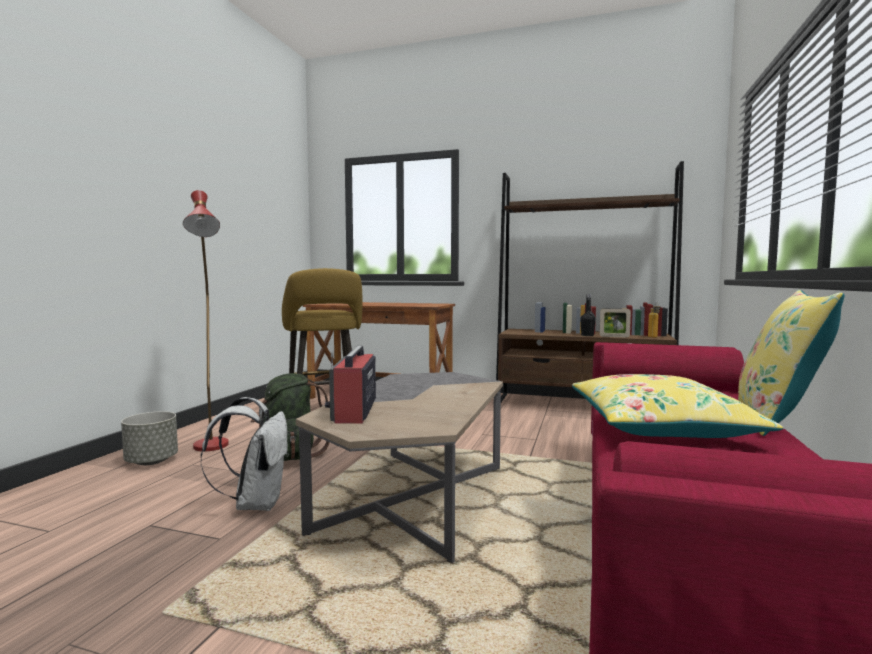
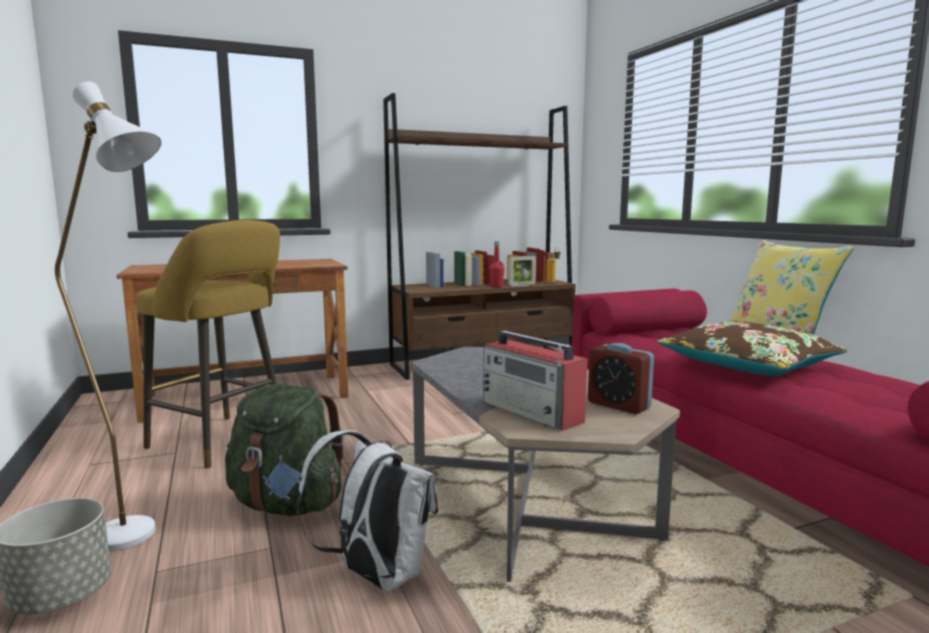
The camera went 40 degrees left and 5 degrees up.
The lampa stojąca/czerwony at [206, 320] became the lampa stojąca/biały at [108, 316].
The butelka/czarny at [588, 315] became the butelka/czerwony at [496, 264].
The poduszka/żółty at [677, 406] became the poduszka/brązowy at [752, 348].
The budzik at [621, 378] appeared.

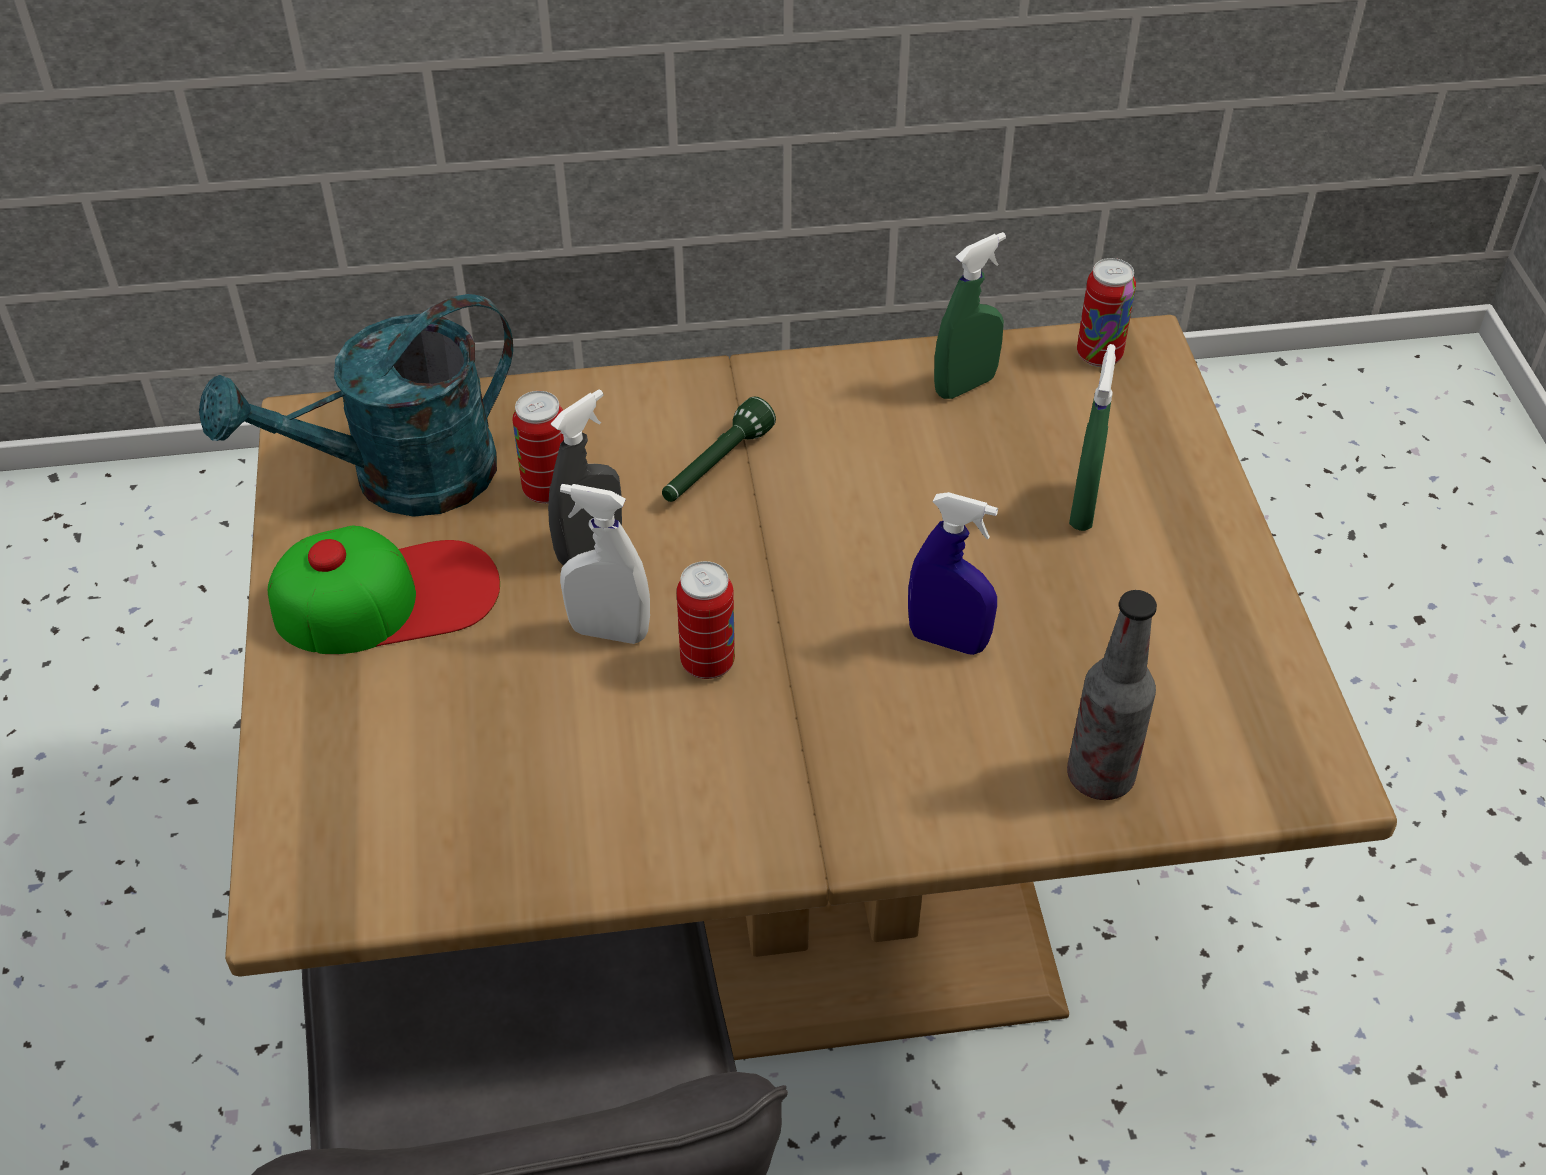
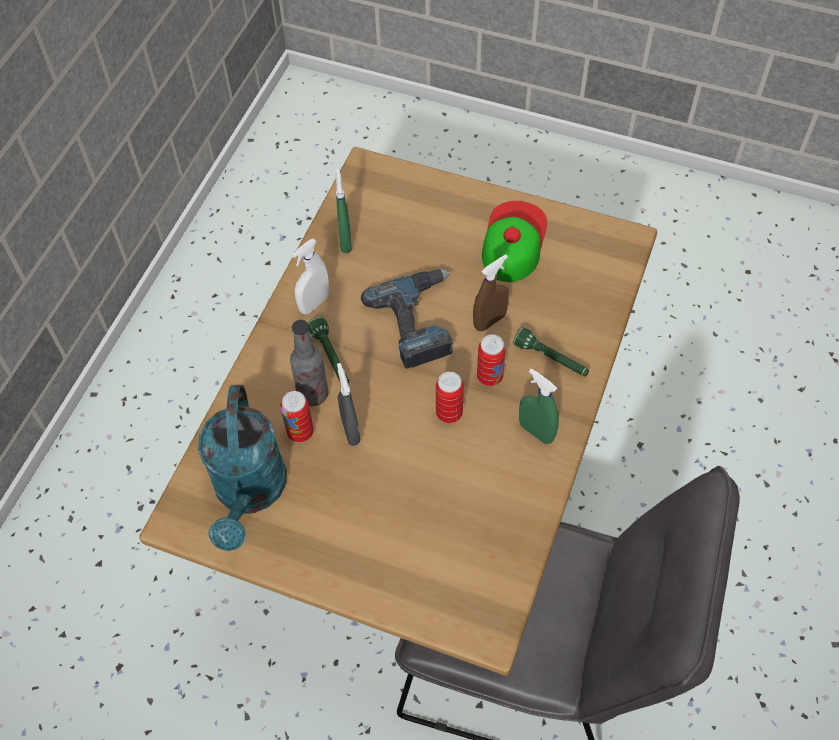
The camera went 60 degrees left and 10 degrees up.
The puszka moved from [1106, 312] to [491, 361].
The spryskiwacz/zielony moved from [1092, 437] to [539, 406].
The spryskiwacz/biały moved from [605, 564] to [310, 276].
The spryskiwacz/niebieski at [953, 573] became the spryskiwacz/brązowy at [491, 292].
The czapka z daszkiem moved from [384, 589] to [514, 241].
The butelka moved from [1112, 695] to [309, 363].
The wiertarka at [407, 319] appeared.
The latarka/zielony at [551, 352] appeared.

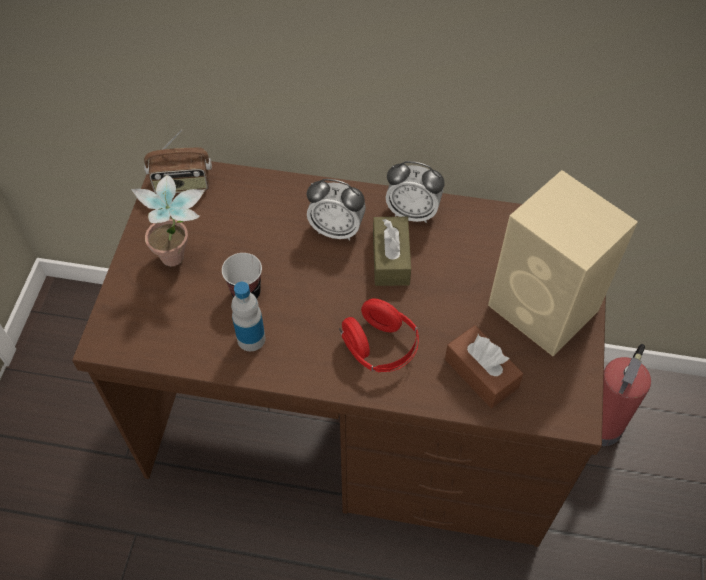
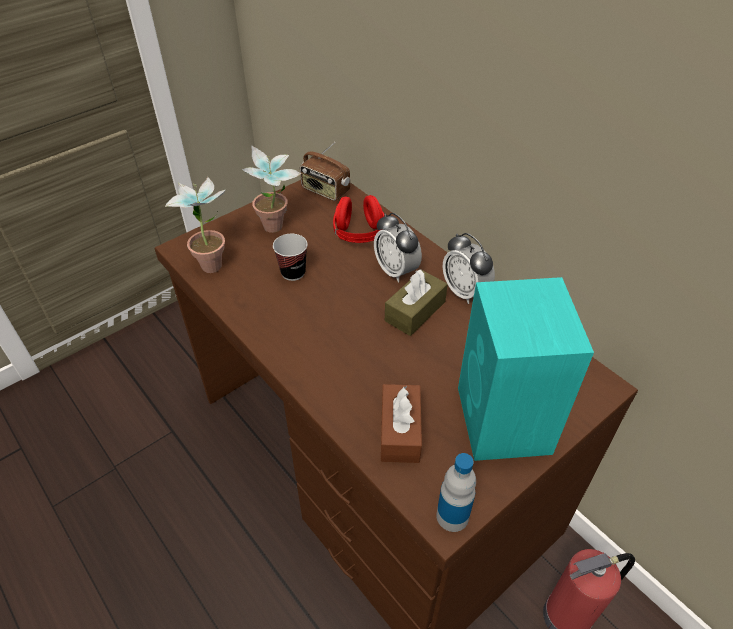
The camera went 40 degrees right and 10 degrees down.
The głośnik/beżowy at [563, 263] became the głośnik/turkusowy at [526, 369].
The butelka moved from [248, 316] to [456, 492].
The słuchawki/czerwony moved from [379, 335] to [358, 219].
The roślina doniczkowa at [195, 225] appeared.

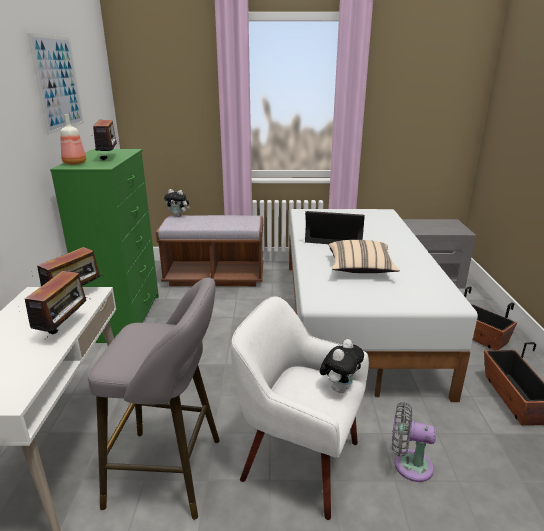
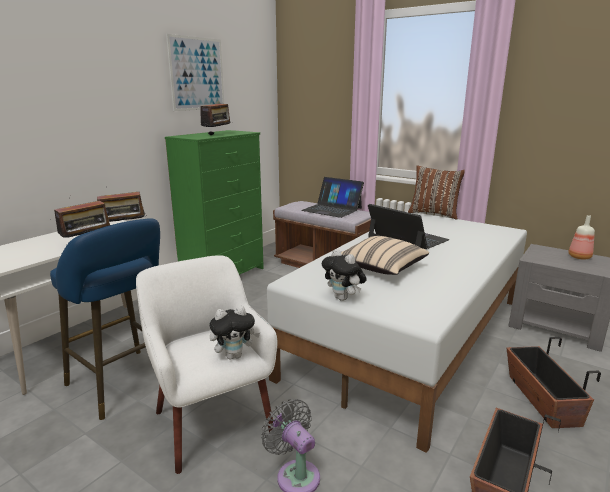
The camera went 35 degrees right and 5 degrees down.
The butelka moved from [73, 139] to [582, 237].
The pluszak moved from [177, 203] to [344, 275].
The stołek/szary at [154, 399] became the stołek/niebieski at [105, 319].
The poduszka/brązowy at [436, 192] appeared.
The laptop at [332, 197] appeared.

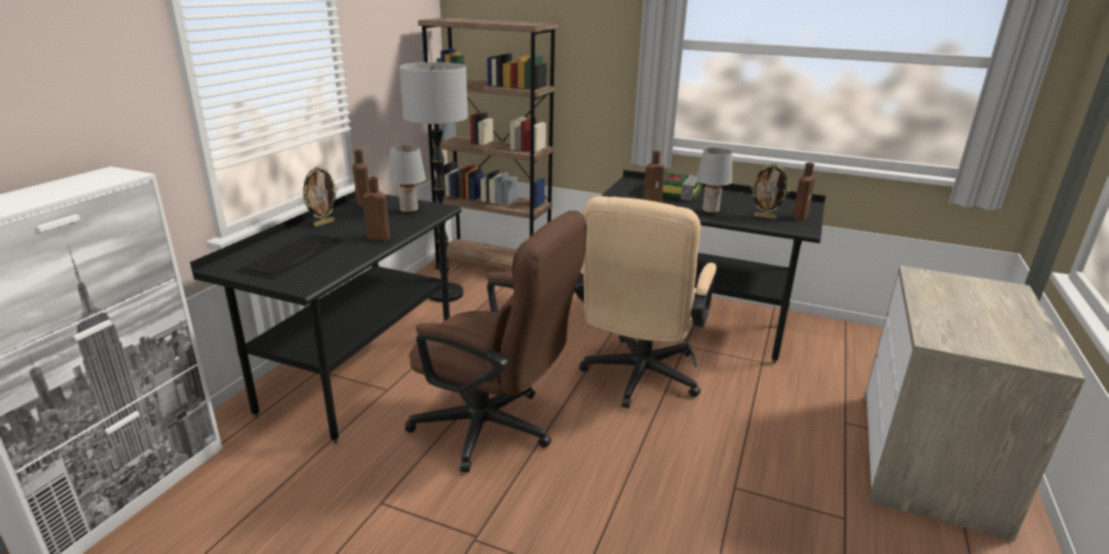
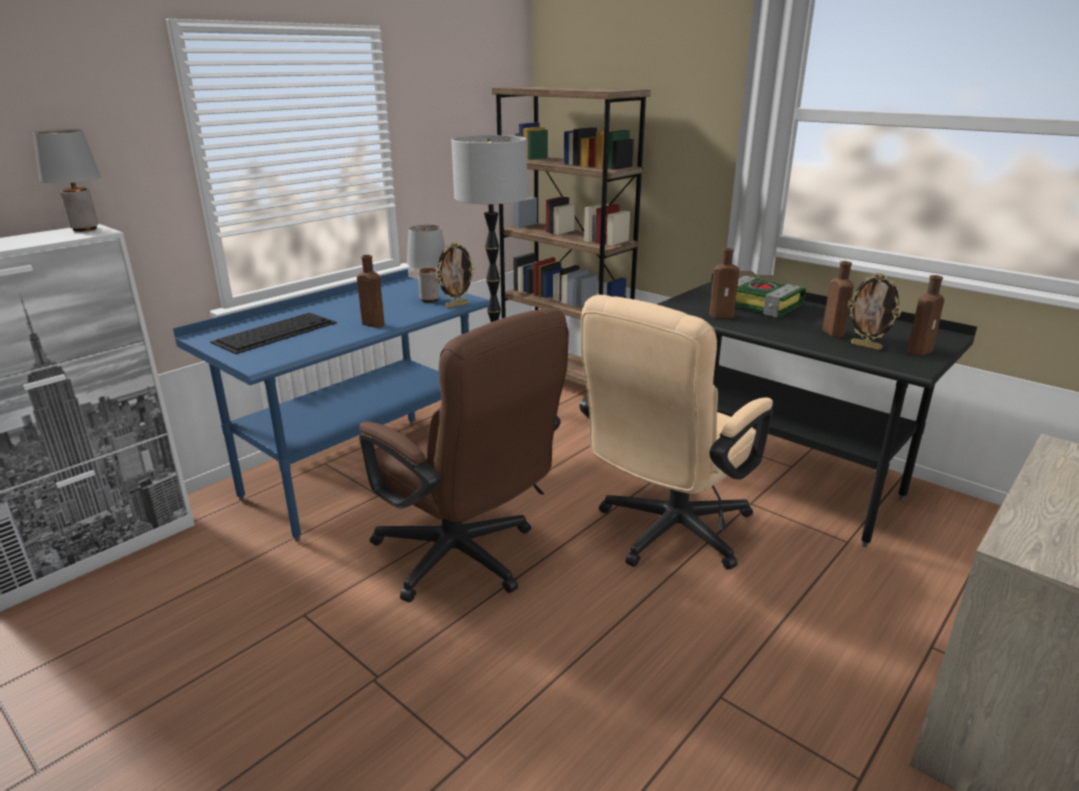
The camera went 20 degrees right and 0 degrees up.
The lampa stołowa/szary moved from [714, 181] to [67, 181].
The butelka/brązowy moved from [361, 178] to [838, 299].
The ramka na zdjęcie moved from [320, 196] to [455, 274].
The biurko/czarny at [326, 317] became the biurko/niebieski at [331, 405].

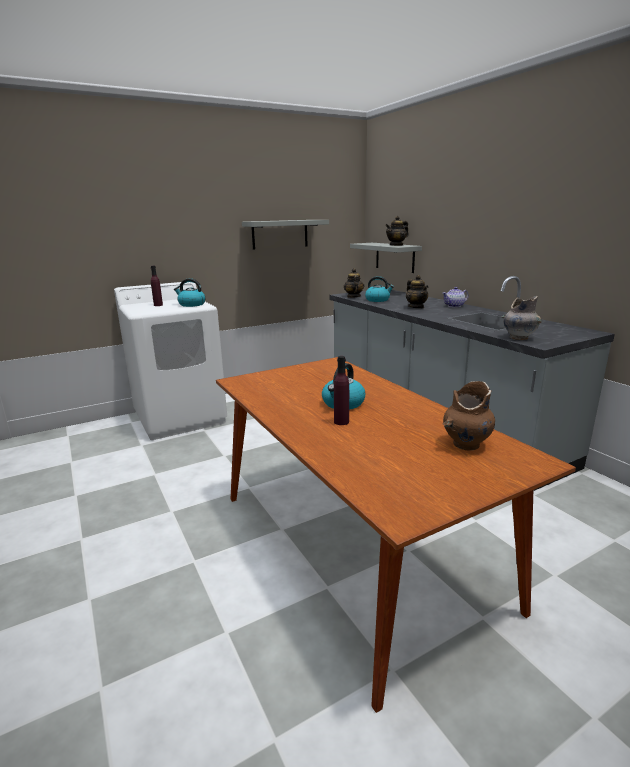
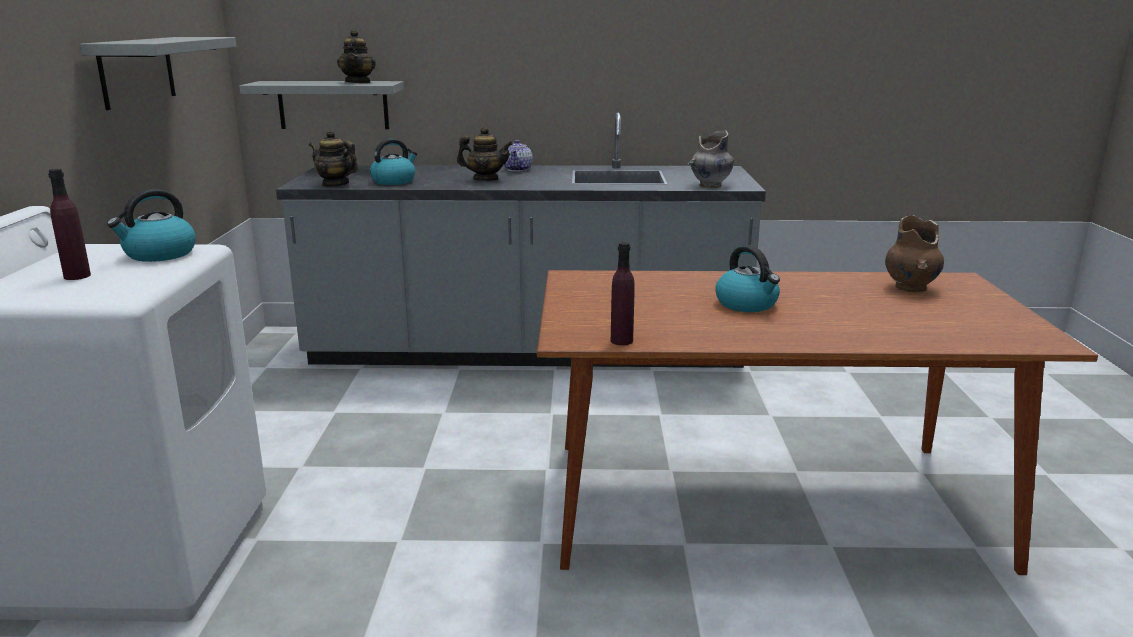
The camera went 60 degrees left and 0 degrees up.
The butelka/fioletowy moved from [341, 390] to [623, 293].

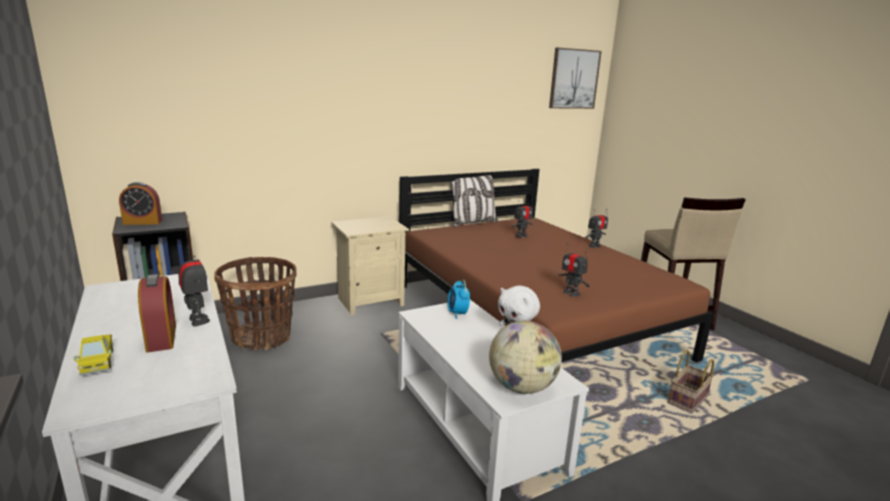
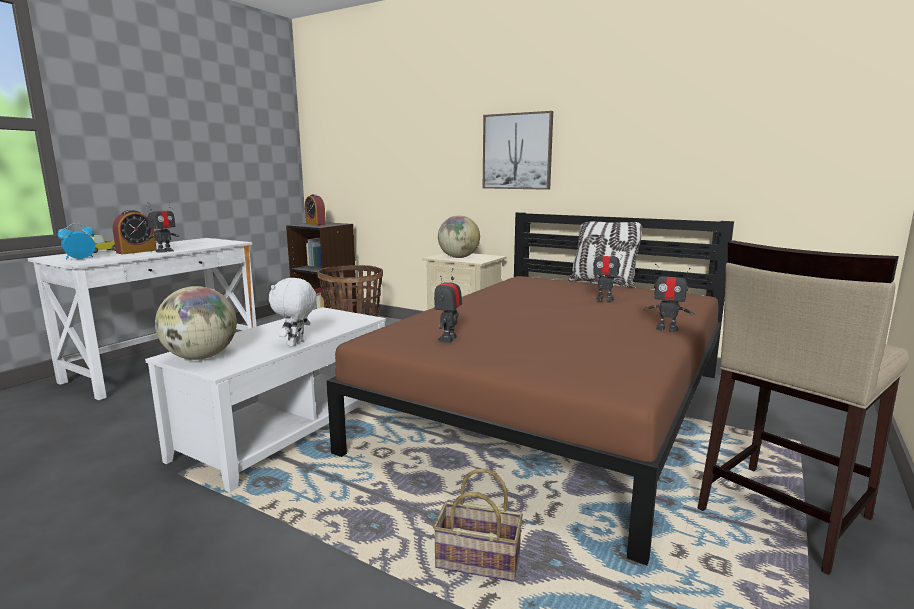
The camera went 60 degrees right and 5 degrees down.
The obraz moved from [575, 78] to [518, 150].
The budzik moved from [458, 299] to [76, 241].
The globus at [459, 236] appeared.

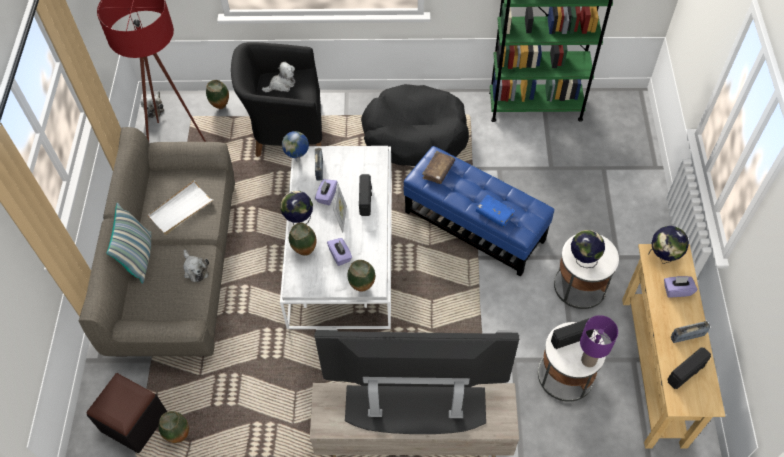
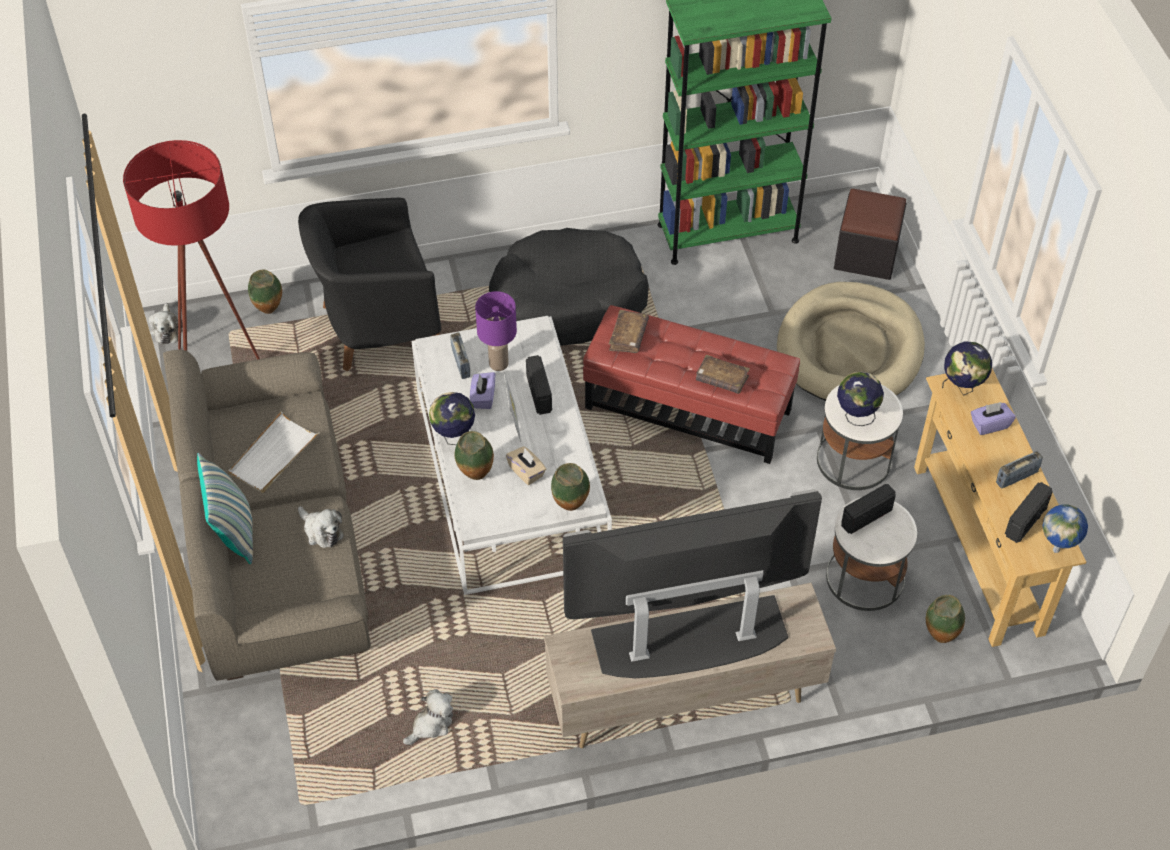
The camera went 15 degrees left and 5 degrees down.
The pluszak moved from [278, 77] to [428, 717].
The globus moved from [295, 146] to [1065, 528].
The pufa/niebieski at [478, 211] became the pufa/czerwony at [691, 384].
The książka/niebieski at [495, 211] became the książka/brązowy at [723, 374].
The pudełko chusteczek/fioletowy at [339, 252] became the pudełko chusteczek/beżowy at [526, 465].
The lampa stołowa/fioletowy moved from [599, 341] to [496, 331].
The pufa/czarny moved from [126, 413] to [870, 234].
The wazon moved from [173, 427] to [945, 619].
The legowisko/beżowy at [851, 341] appeared.

